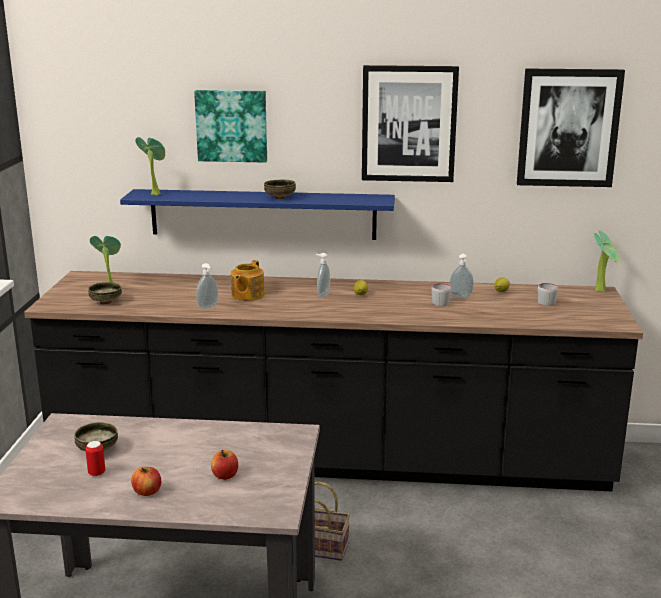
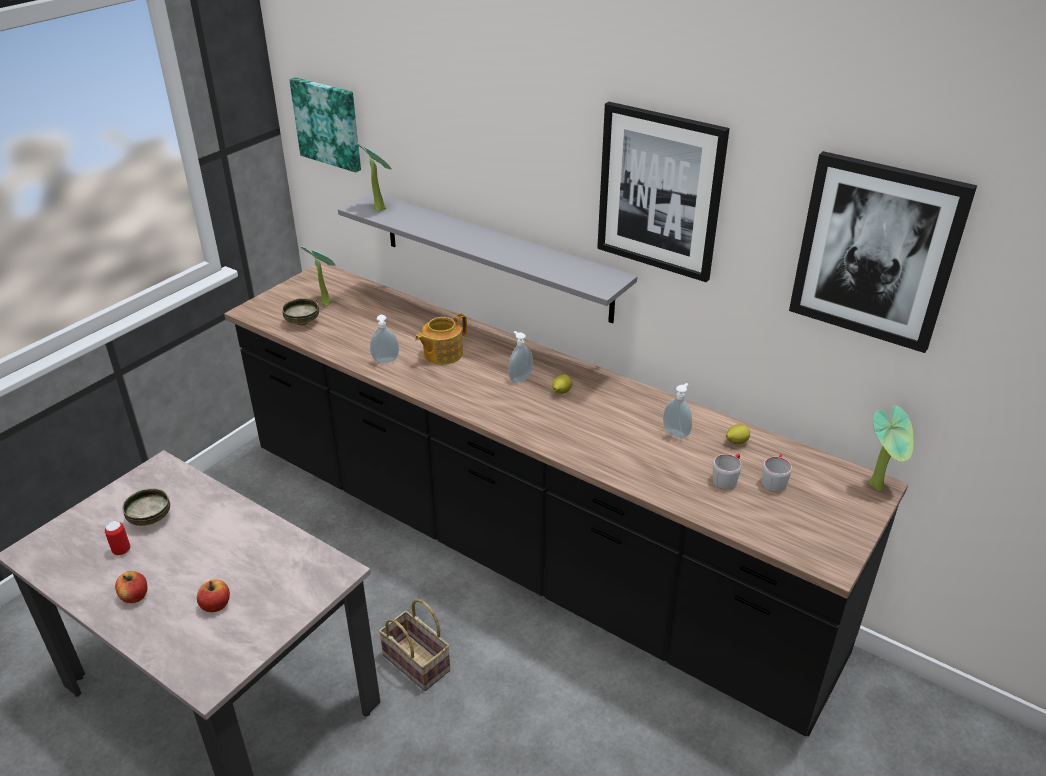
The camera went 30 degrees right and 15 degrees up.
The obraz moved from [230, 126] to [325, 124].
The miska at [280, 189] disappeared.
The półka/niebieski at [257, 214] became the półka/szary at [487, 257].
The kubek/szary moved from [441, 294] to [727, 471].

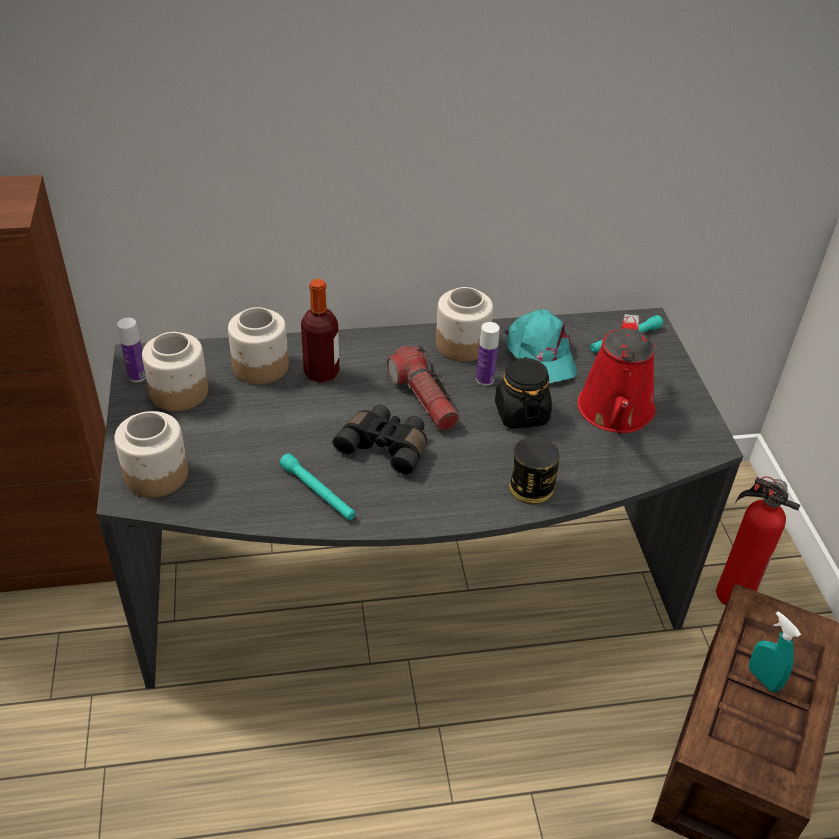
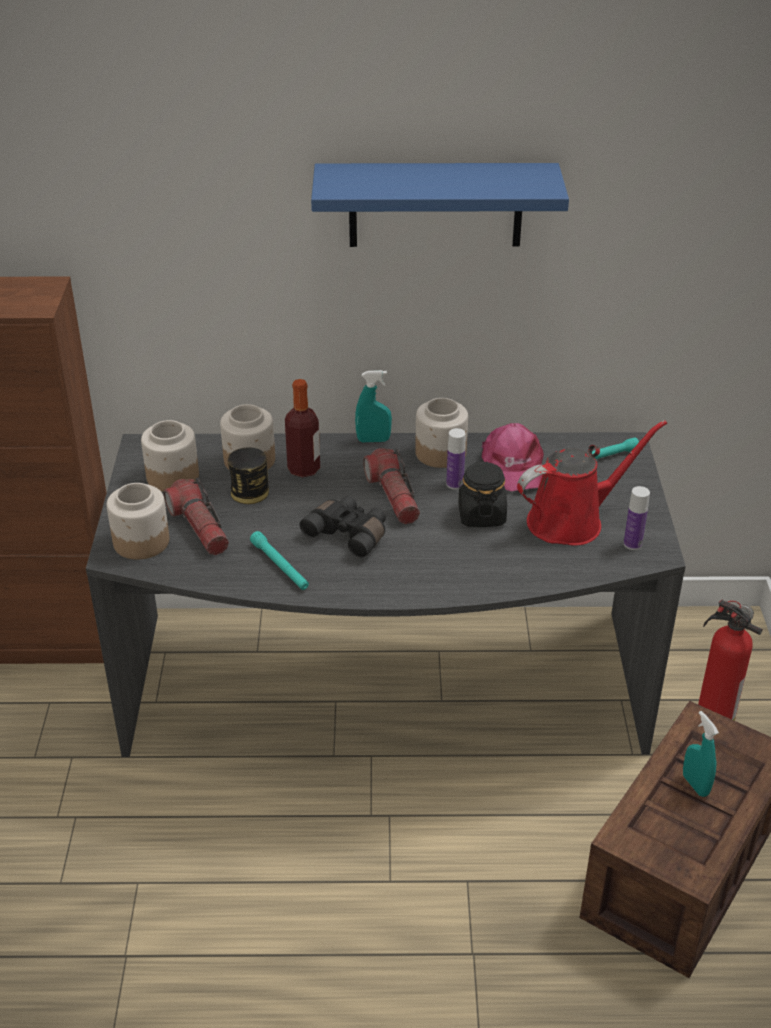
The camera went 10 degrees right and 5 degrees down.
The czapka z daszkiem/turkusowy at [540, 346] became the czapka z daszkiem/różowy at [512, 457].
The konewka/czerwony at [616, 373] turned 135 degrees counterclockwise.
The butelka moved from [131, 350] to [637, 518].
The puszka moved from [534, 470] to [248, 475].
The półka/niebieski at [440, 205] appeared.
The spryskiwacz/turkusowy at [373, 406] appeared.
The latarka at [196, 516] appeared.

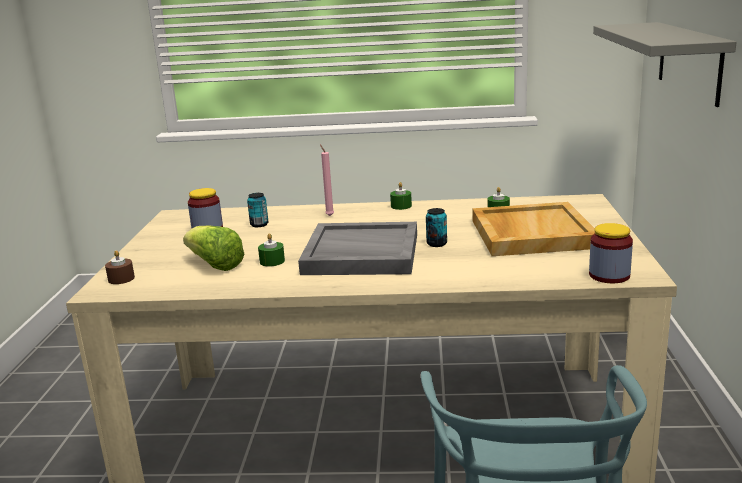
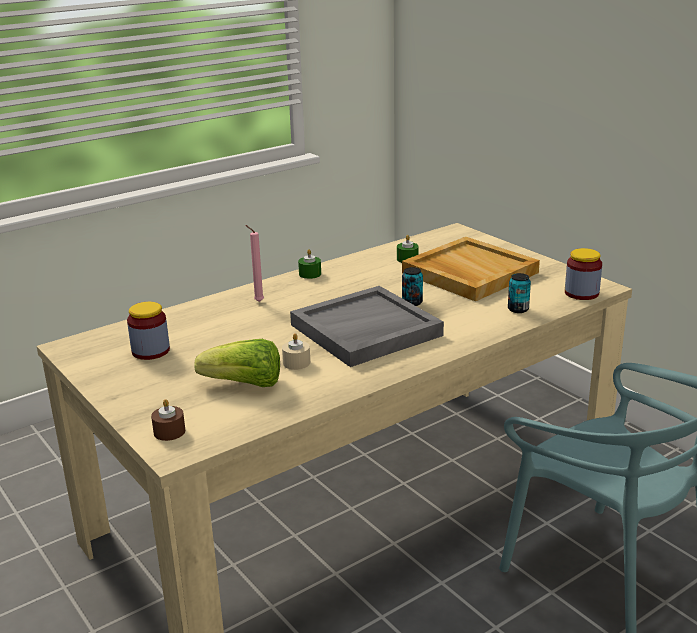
The camera went 40 degrees left and 5 degrees up.
The półka/szary at [664, 64] disappeared.
The puszka moved from [257, 210] to [519, 293].
The świeca/zielony at [271, 250] became the świeca/beżowy at [296, 351].

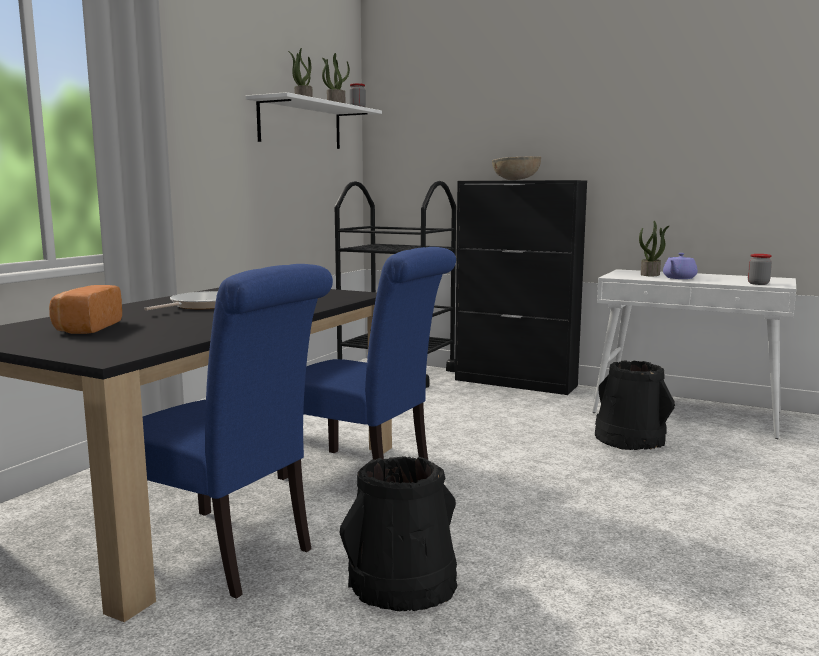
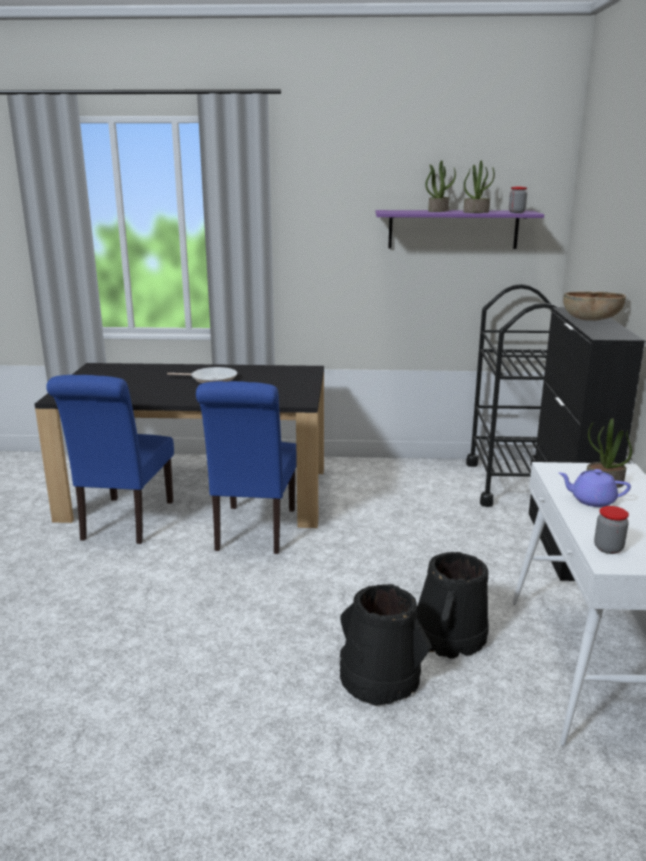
The camera went 65 degrees right and 10 degrees up.
The półka/biały at [314, 120] became the półka/fioletowy at [460, 229].
The chleb at [85, 309] disappeared.
The wiadro/czarny moved from [398, 533] to [385, 644].

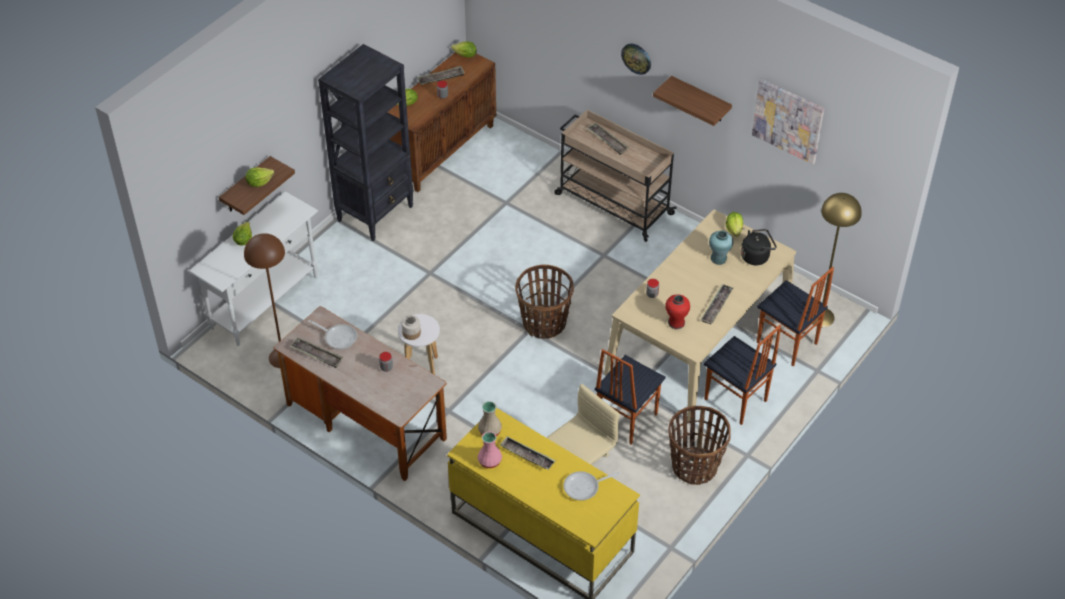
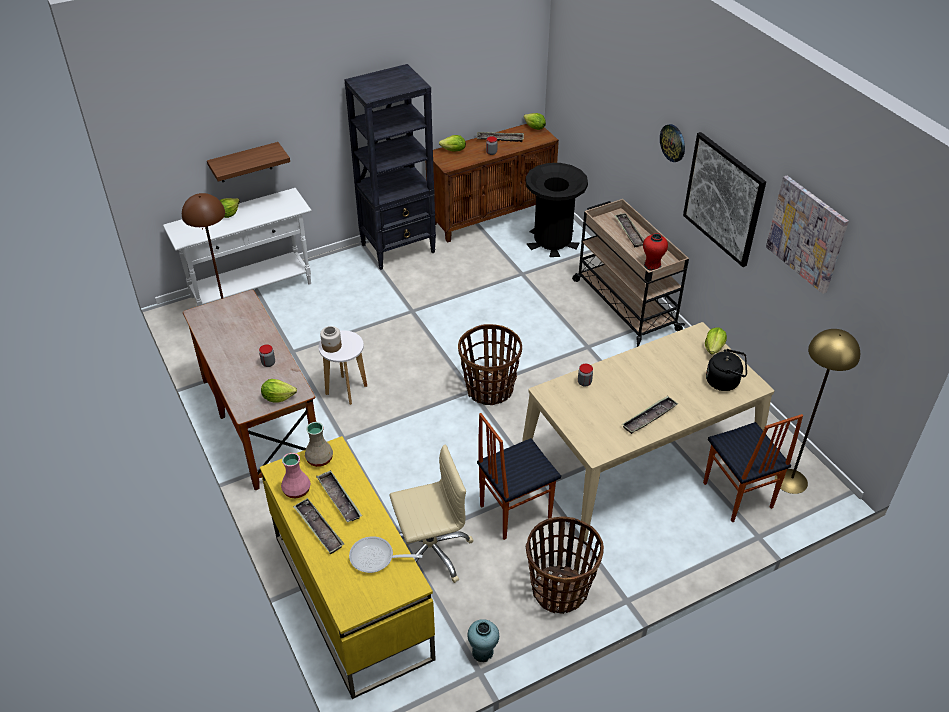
The camera went 25 degrees right and 5 degrees down.
The półka at [692, 101] was replaced by the obraz at [724, 199].
The sałata moved from [259, 177] to [279, 391].
The wazon/turkusowy moved from [721, 248] to [483, 640].
The wazon/czerwony moved from [677, 311] to [655, 252].
The patelnia at [332, 334] disappeared.
The krzesło at [742, 375] disappeared.
The taca moved from [316, 353] to [318, 526].
The kosz na śmieci/czarny at [557, 210] appeared.

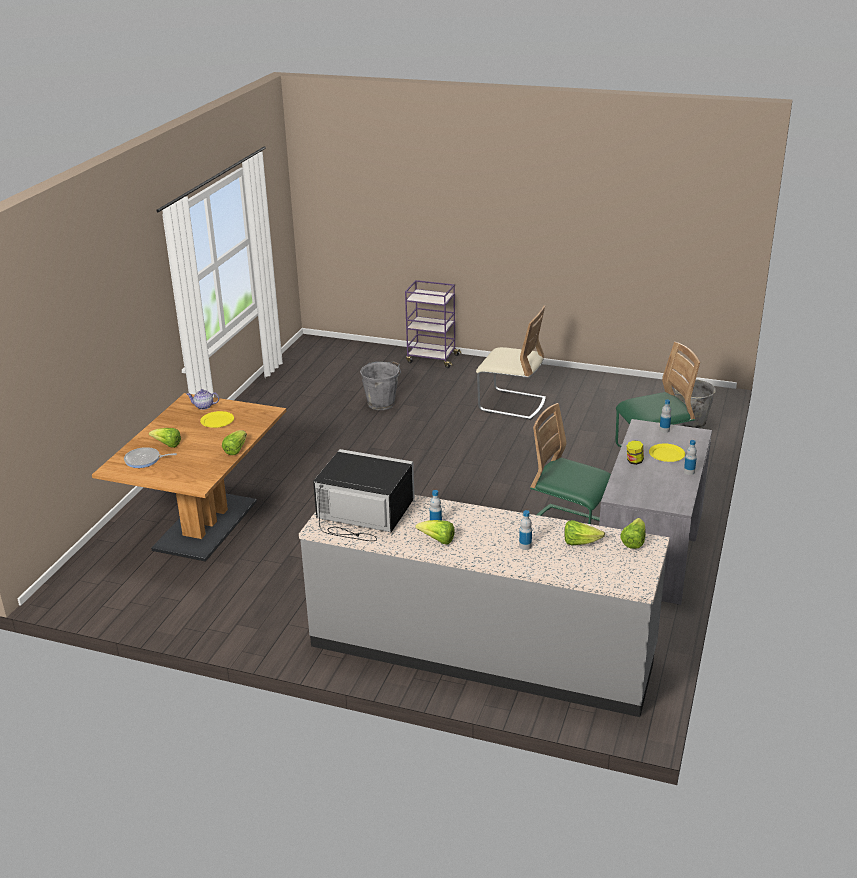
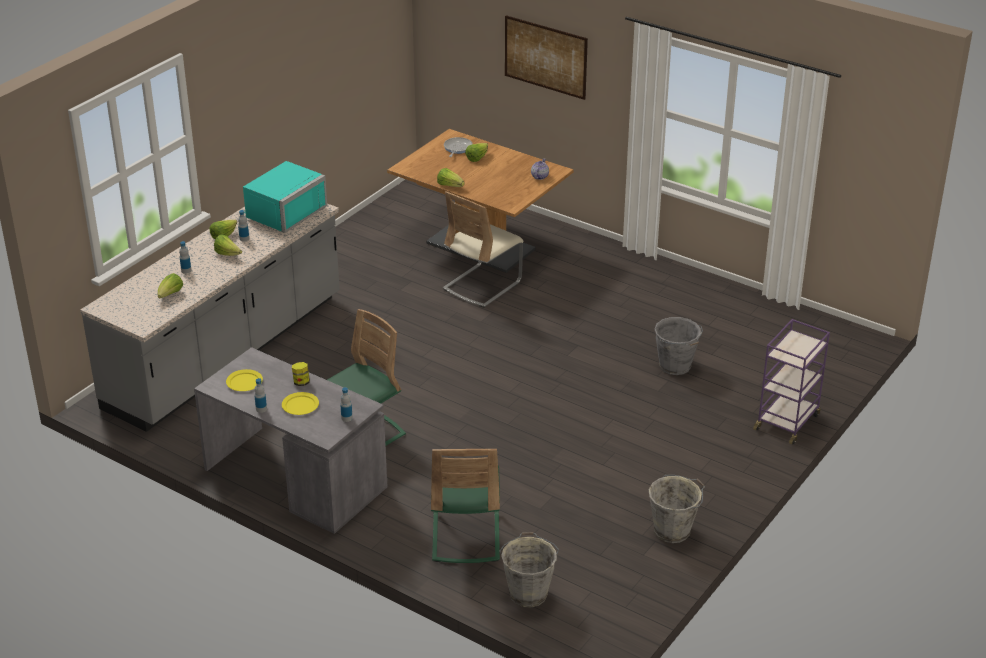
The camera went 105 degrees right and 5 degrees up.
The krzesło/beżowy moved from [511, 363] to [483, 249].
The talerz/żółty moved from [217, 419] to [244, 380].
The mikrofalówka/czarny at [363, 495] became the mikrofalówka/turkusowy at [285, 197].
The sałata moved from [632, 533] to [228, 245].
The obraz at [546, 57] appeared.
The wiadro/szary at [677, 509] appeared.

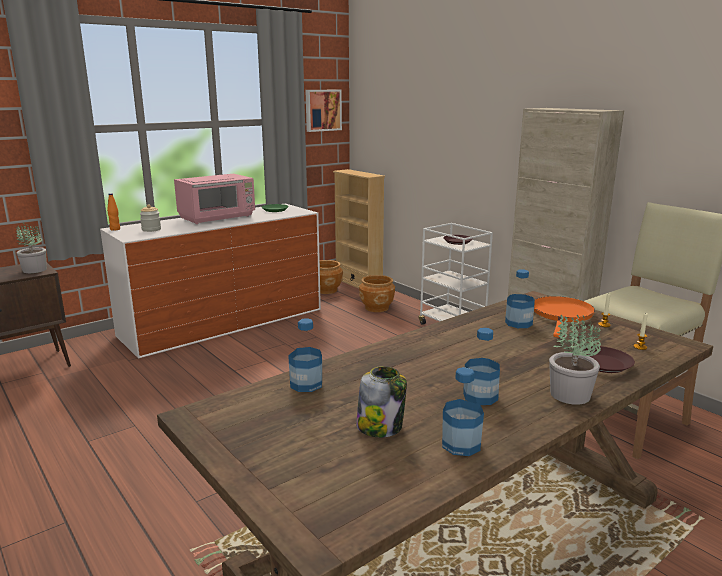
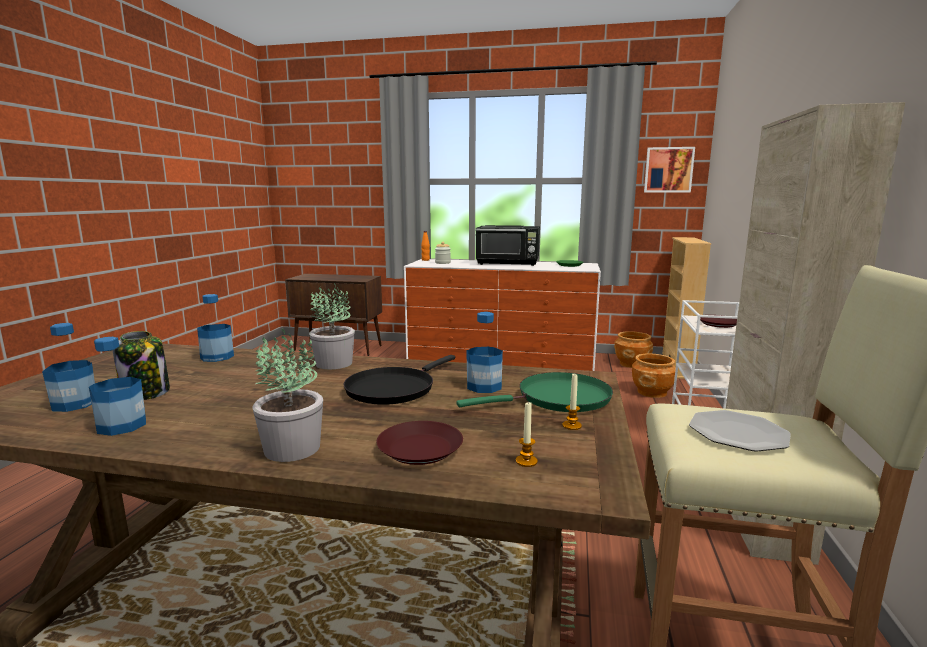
The camera went 50 degrees right and 5 degrees down.
The mikrofalówka/różowy at [214, 199] became the mikrofalówka/czarny at [508, 245].
The roślina doniczkowa moved from [31, 247] to [332, 326].
The patelnia/pomarańczowy at [564, 316] became the patelnia/zielony at [534, 392].
The butelka moved from [481, 366] to [68, 367].
The patelnia/czarny at [399, 380] appeared.
The talerz at [740, 431] appeared.

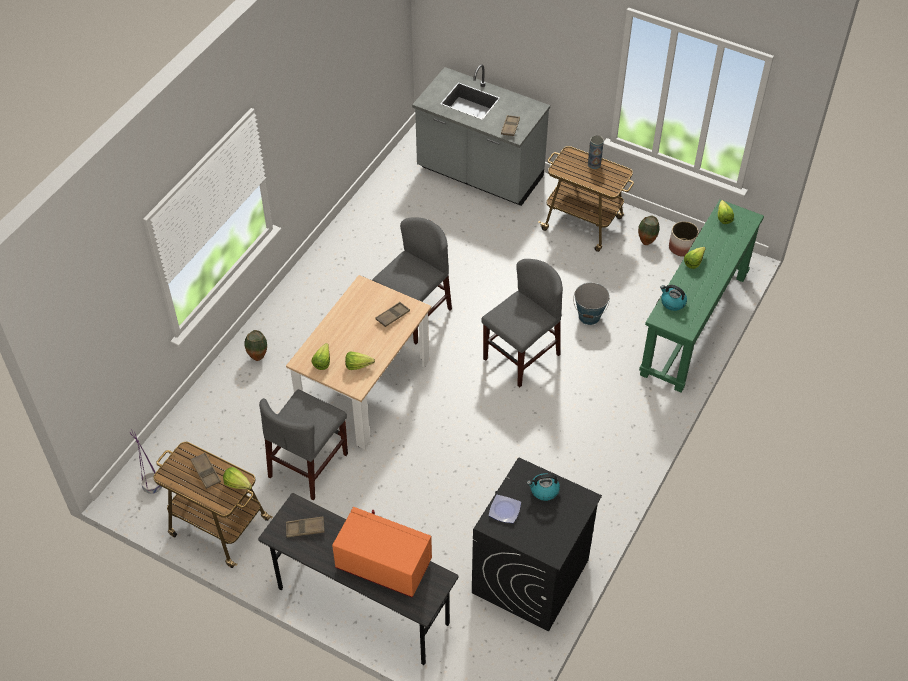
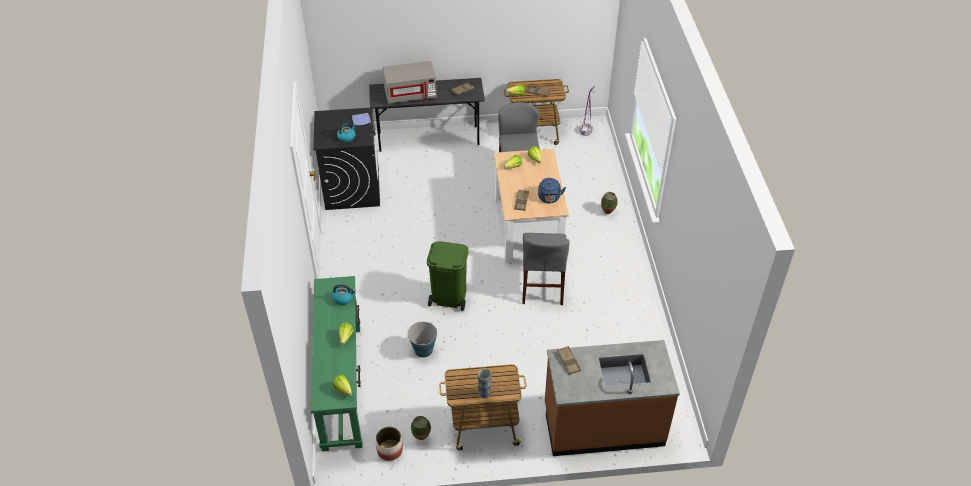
The camera went 145 degrees right and 5 degrees down.
The zabudowa kuchenna/szary at [481, 135] became the zabudowa kuchenna/brązowy at [612, 398].
The krzesło/szary at [522, 323] was replaced by the kosz na śmieci/zielony at [448, 276].
The mikrofalówka/pomarańczowy at [382, 552] became the mikrofalówka/szary at [410, 82].
The czajnik/niebieski at [552, 190] appeared.

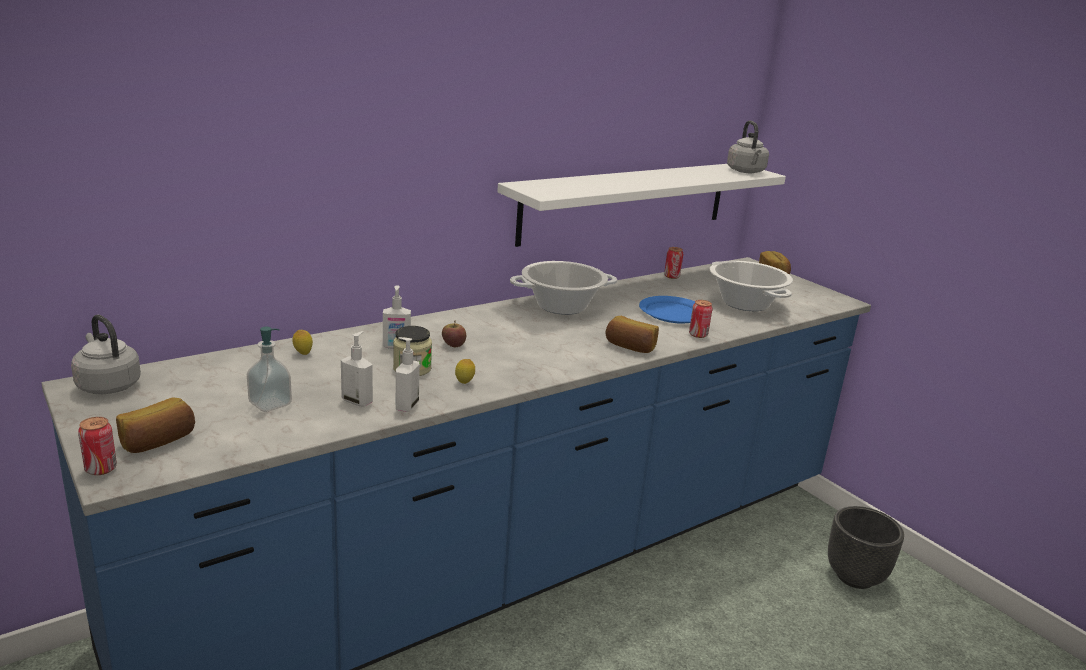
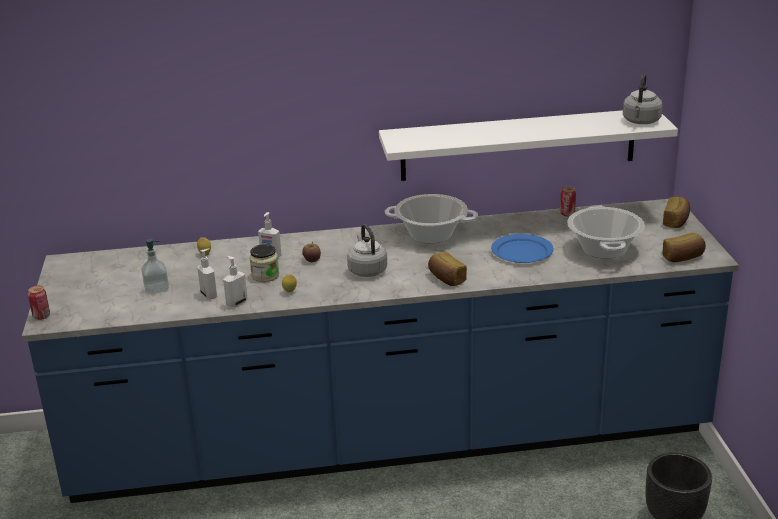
The camera went 30 degrees right and 5 degrees up.
The puszka at [700, 319] disappeared.
The czajnik/szary moved from [106, 354] to [367, 250].
The chleb moved from [155, 425] to [684, 247].

